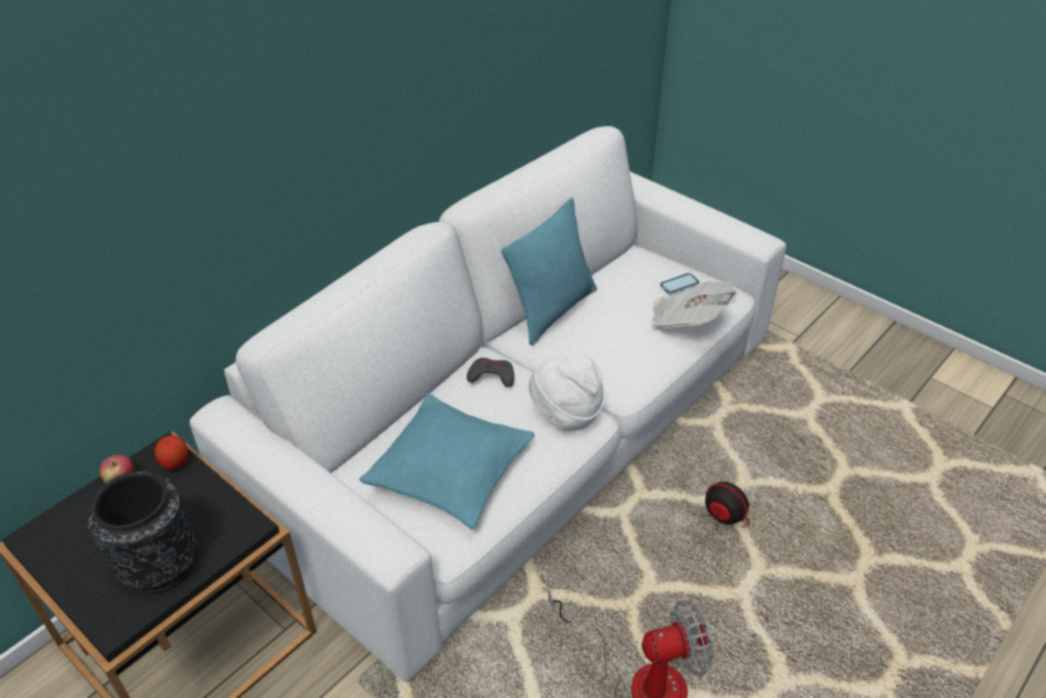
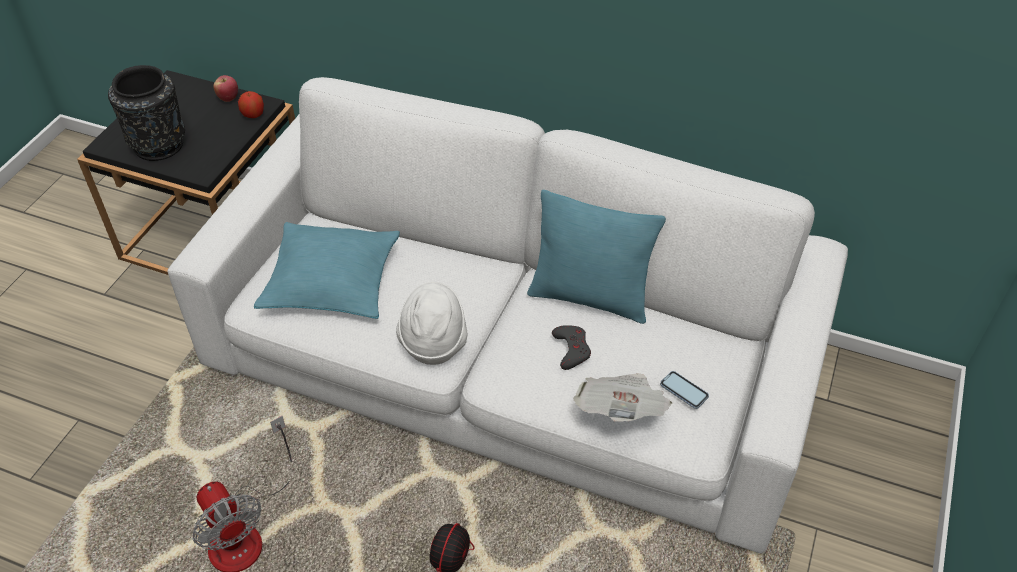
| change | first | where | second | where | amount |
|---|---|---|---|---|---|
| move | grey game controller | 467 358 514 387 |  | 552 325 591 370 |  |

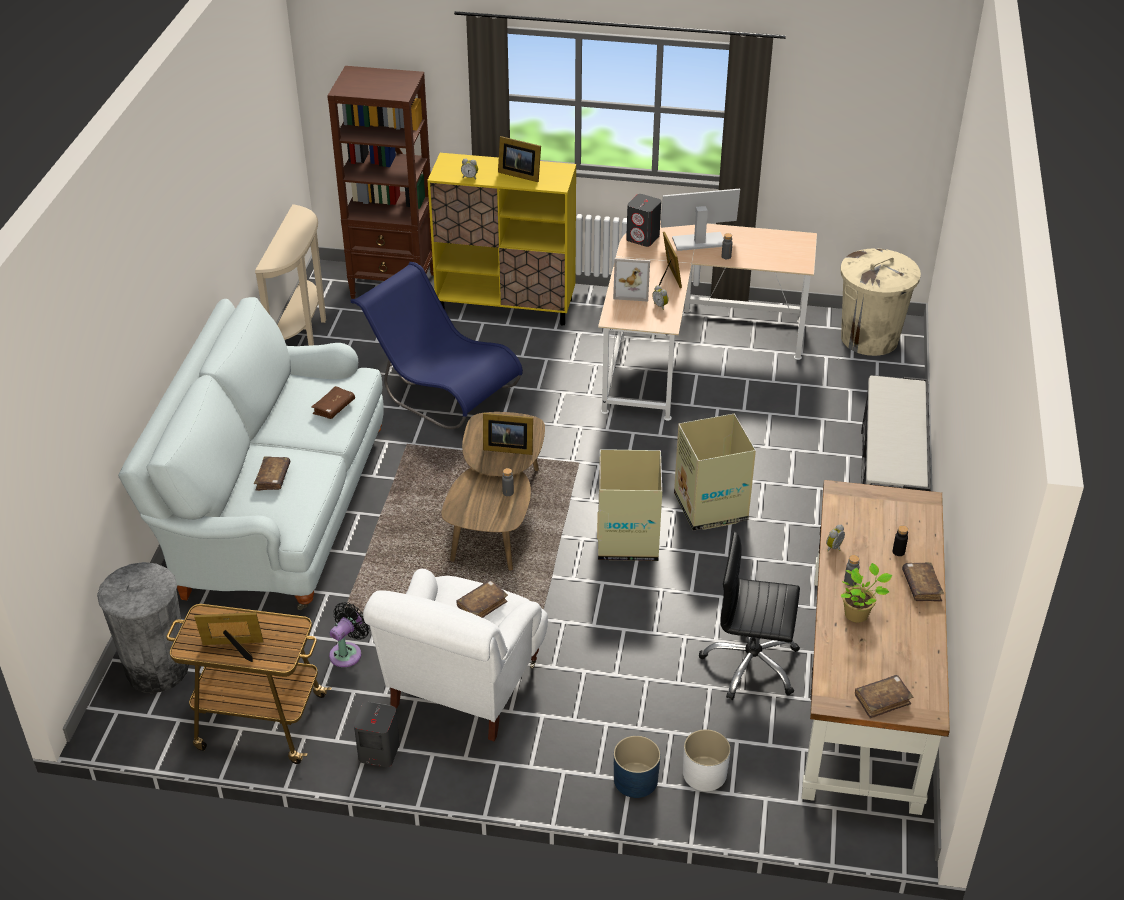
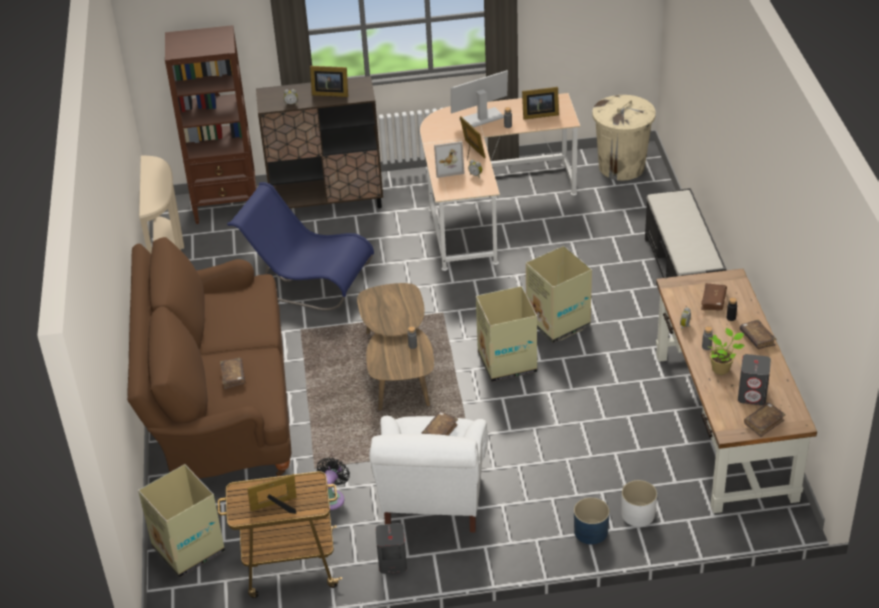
| change | first | where | second | where | amount |
|---|---|---|---|---|---|
| delete | black office chair | 699 532 800 700 |  |  |  |
| move | brown book | 311 386 355 419 |  | 701 283 727 310 |  |
| move | picture frame | 483 413 533 455 |  | 522 87 559 120 |  |
| move | grey speaker | 626 194 661 247 |  | 738 354 771 405 |  |
| replace | grey trash can | 97 562 189 693 | cardboard box | 138 464 225 578 |  |
| recolor | white sofa | 118 297 384 610 | brown sofa | 127 237 291 479 |  |
| recolor | yellow cabinet | 427 153 576 326 | brown cabinet | 256 76 383 209 |  |

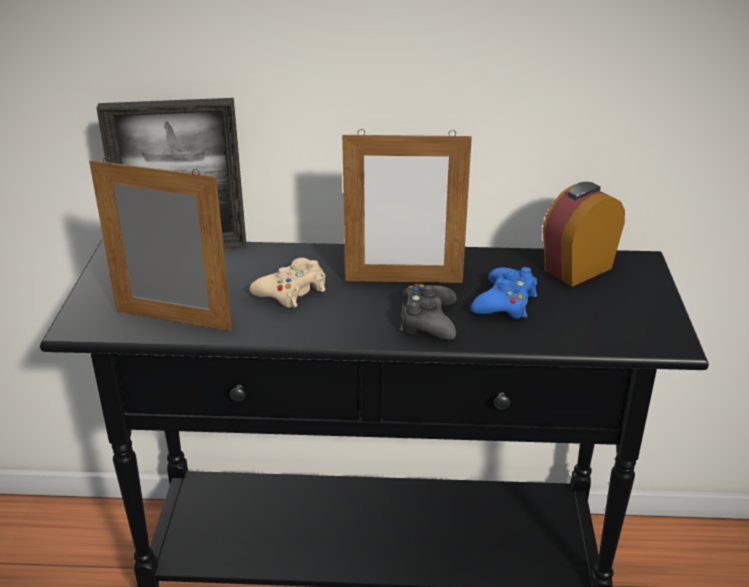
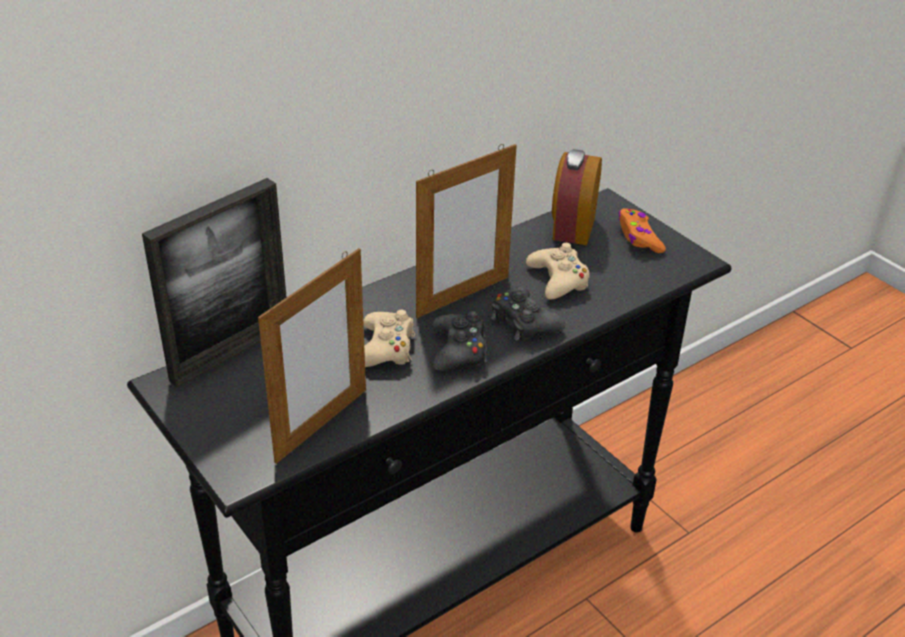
| change | first | where | second | where | amount |
|---|---|---|---|---|---|
| insert |  |  | black game controller | 432 311 488 371 |  |
| insert |  |  | orange game controller | 618 208 666 253 |  |
| recolor | blue game controller | 471 267 537 319 | beige game controller | 526 243 589 299 |  |
| rotate | picture frame | 89 158 232 331 |  | 258 248 366 464 | 150 degrees clockwise |

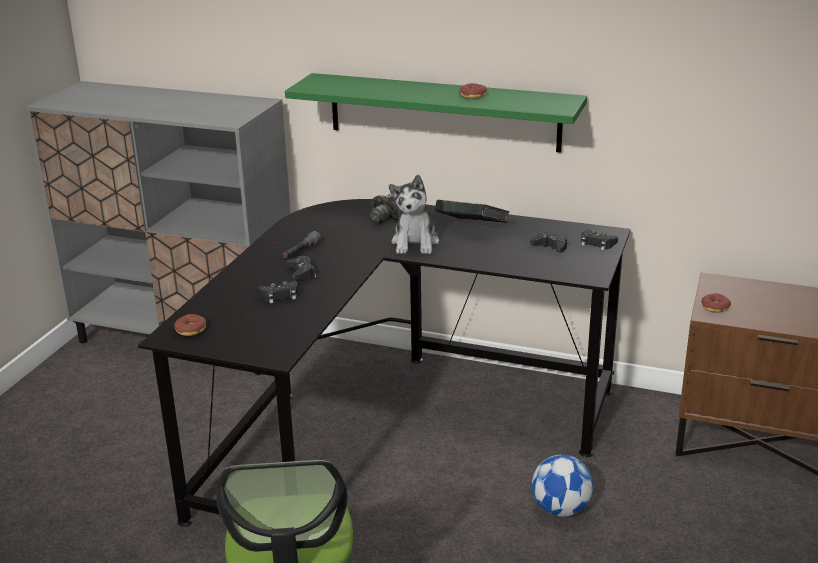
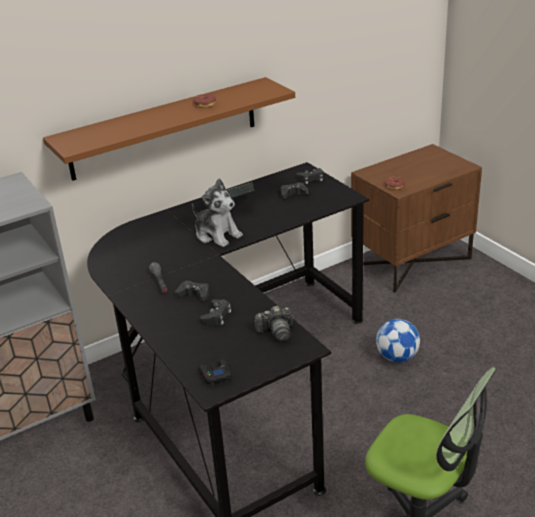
| change | first | where | second | where | amount |
|---|---|---|---|---|---|
| move | photo camera | 370 194 403 224 |  | 254 306 293 342 |  |
| replace | donut | 174 314 206 336 | black game controller | 199 359 232 384 |  |
| recolor | green shelf | 285 73 587 152 | brown shelf | 43 77 295 181 |  |

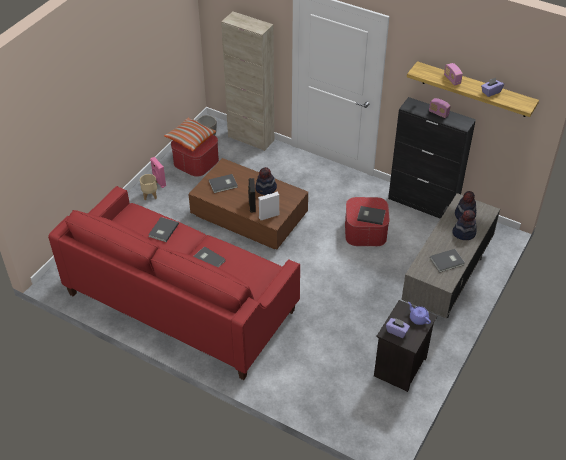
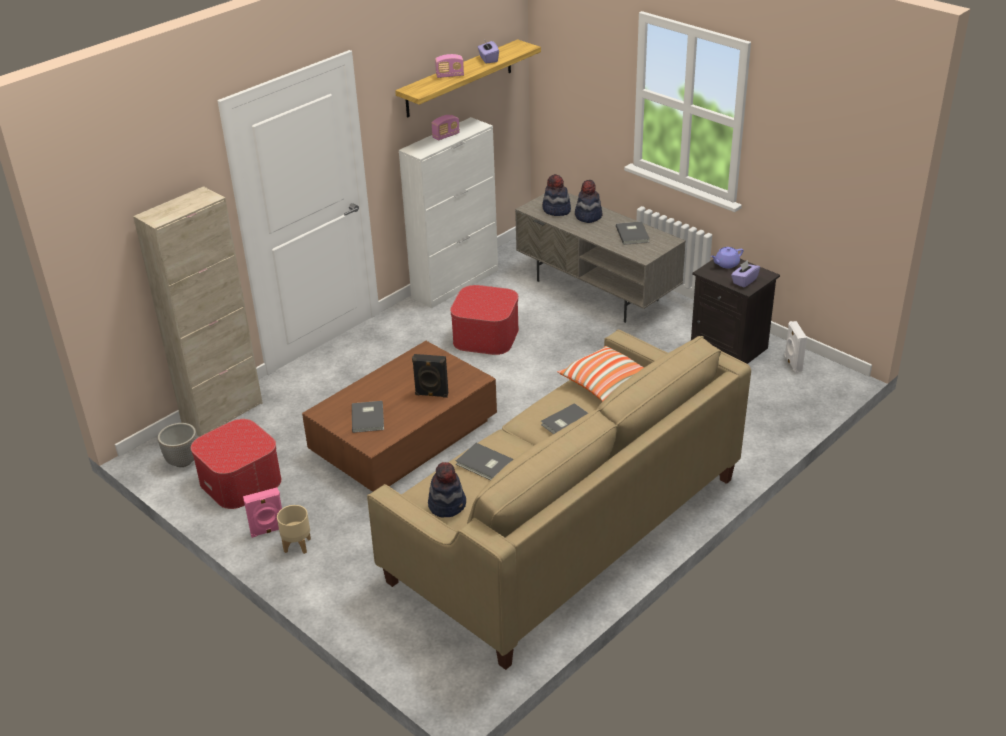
| change | first | where | second | where | amount |
|---|---|---|---|---|---|
| delete | grey book | 357 206 386 225 |  |  |  |
| move | pillow | 164 117 216 152 |  | 558 346 644 402 |  |
| move | hat | 255 167 277 195 |  | 428 462 466 517 |  |
| move | white speaker | 258 191 279 220 |  | 784 321 807 373 |  |
| recolor | red sofa | 48 186 300 380 | beige sofa | 367 330 751 670 |  |
| recolor | black cabinet | 388 97 476 219 | white cabinet | 399 117 498 308 |  |

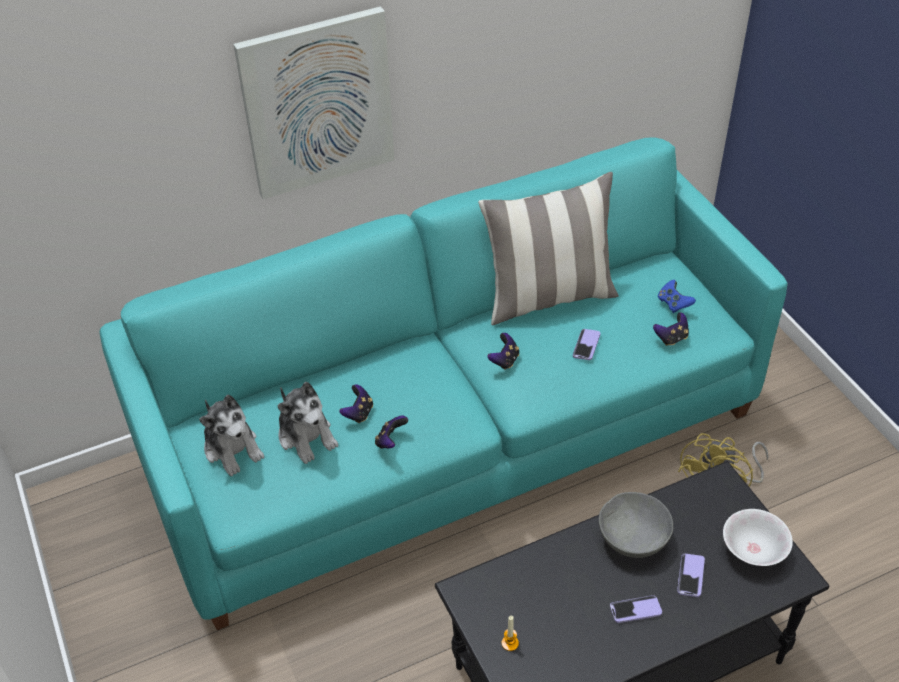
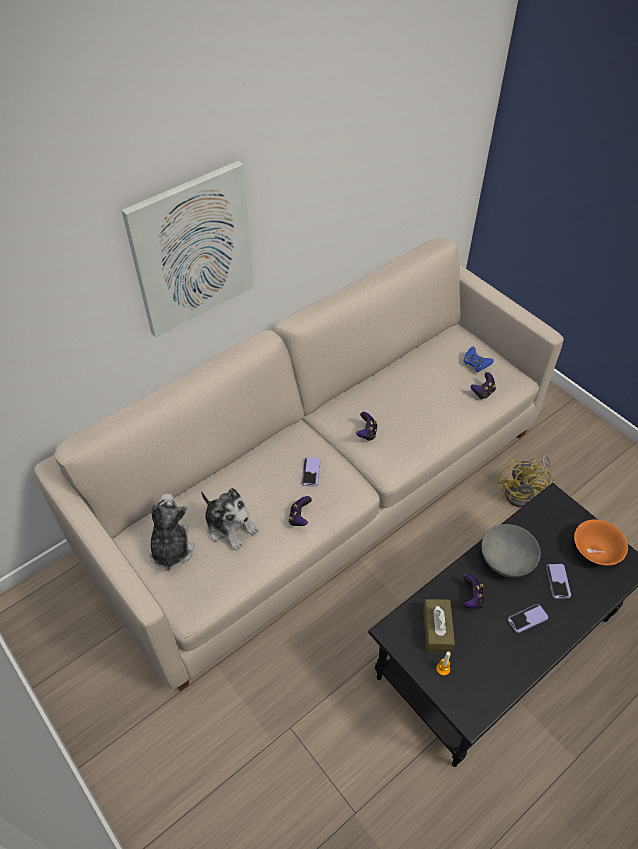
| change | first | where | second | where | amount |
|---|---|---|---|---|---|
| delete | pillow | 478 172 619 326 |  |  |  |
| insert |  |  | brown tissue box | 423 599 455 653 |  |
| move | game controller | 339 384 373 423 |  | 463 574 484 609 |  |
| move | phone | 573 329 601 360 |  | 301 458 321 486 |  |
| recolor | turquoise sofa | 99 137 788 630 | beige sofa | 33 238 564 691 |  |
| recolor | white bowl | 723 509 793 566 | orange bowl | 574 519 628 565 |  |
| rotate | plush toy | 199 394 264 476 |  | 149 493 194 572 | 135 degrees counterclockwise |

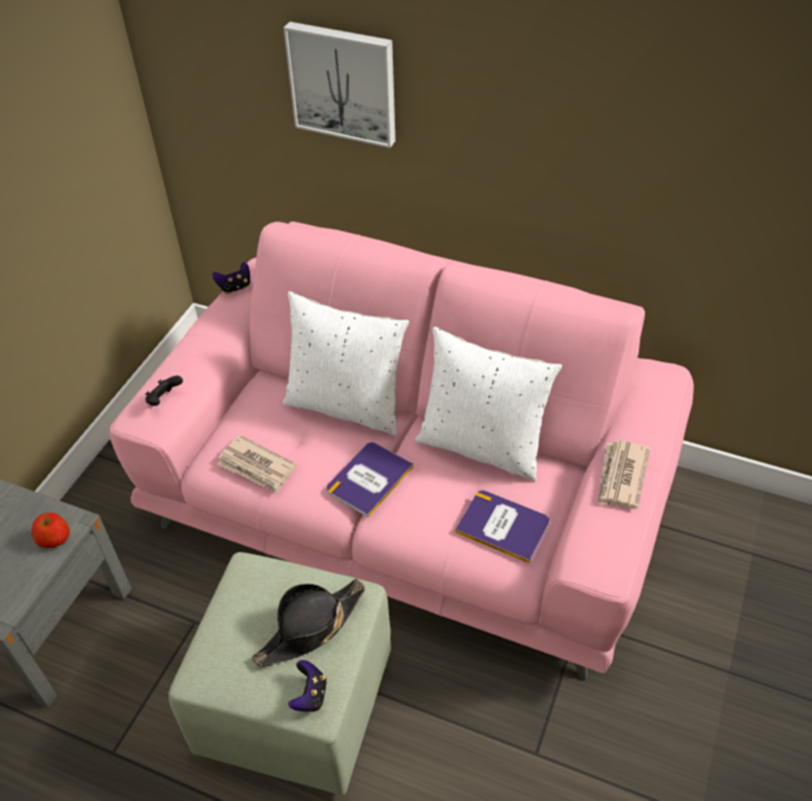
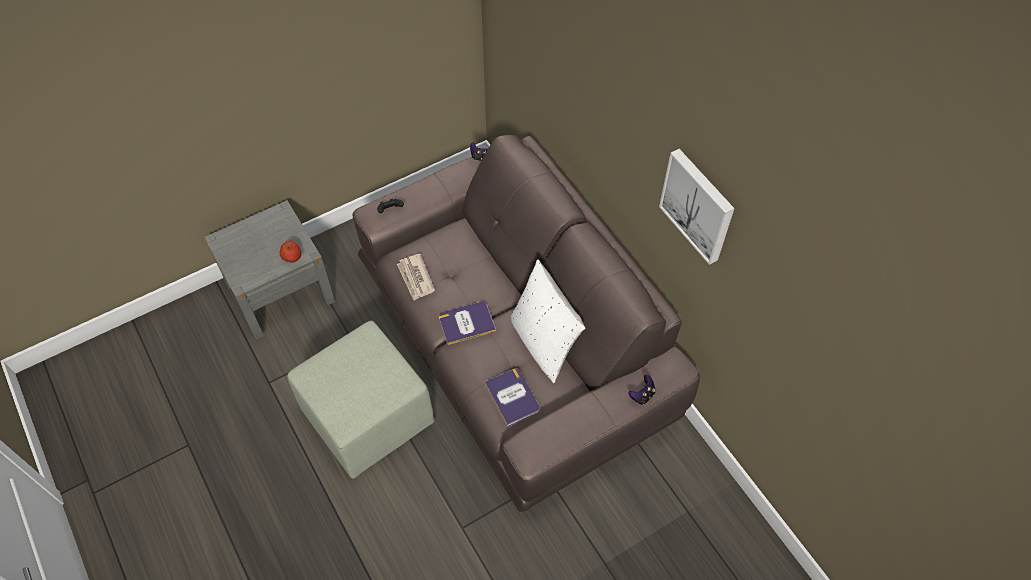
| change | first | where | second | where | amount |
|---|---|---|---|---|---|
| delete | black hat | 252 578 365 667 |  |  |  |
| delete | white pillow | 282 291 409 436 |  |  |  |
| delete | newspaper | 597 440 650 509 |  |  |  |
| move | picture | 283 22 395 148 |  | 659 149 735 265 |  |
| move | game controller | 288 660 327 712 |  | 628 375 656 405 |  |
| recolor | pink sofa | 110 221 694 681 | brown sofa | 352 135 700 512 |  |

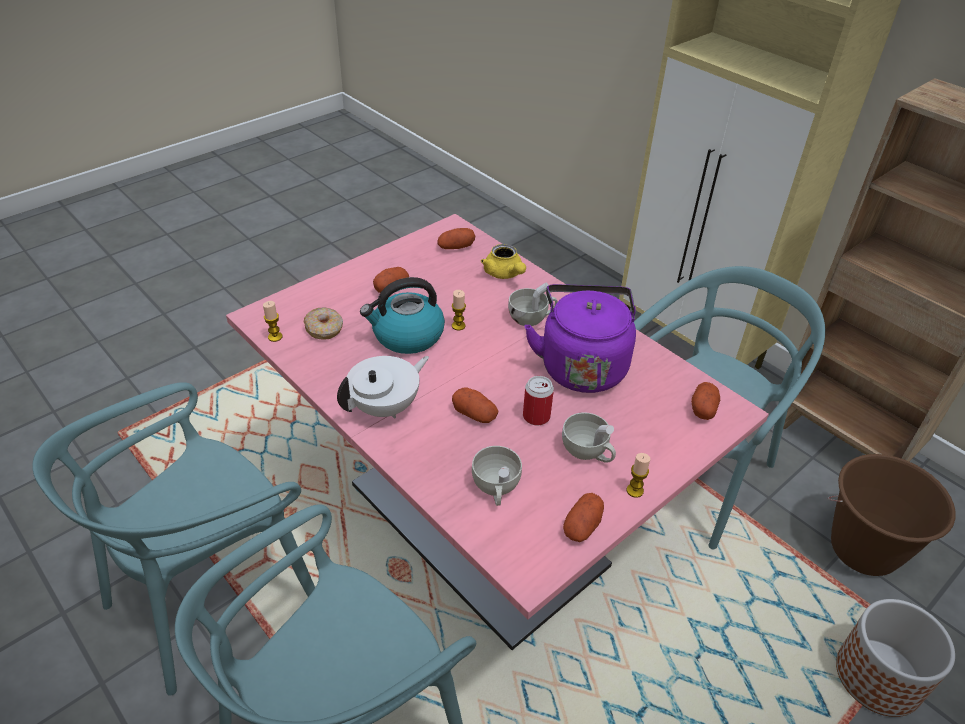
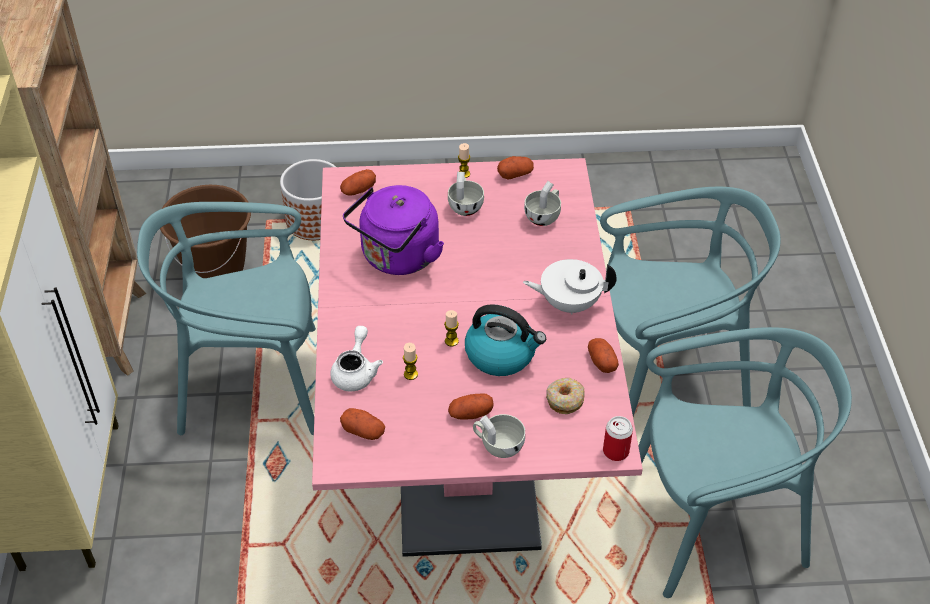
| change | first | where | second | where | amount |
|---|---|---|---|---|---|
| move | candle | 263 301 282 342 |  | 403 343 418 380 |  |
| move | potato | 452 387 498 423 |  | 588 338 619 373 |  |
| move | white cup | 508 282 558 326 |  | 473 414 525 458 |  |
| move | can | 523 376 554 425 |  | 603 416 633 461 |  |
| recolor | yellow teapot | 481 244 526 279 | white teapot | 330 326 383 391 |  |

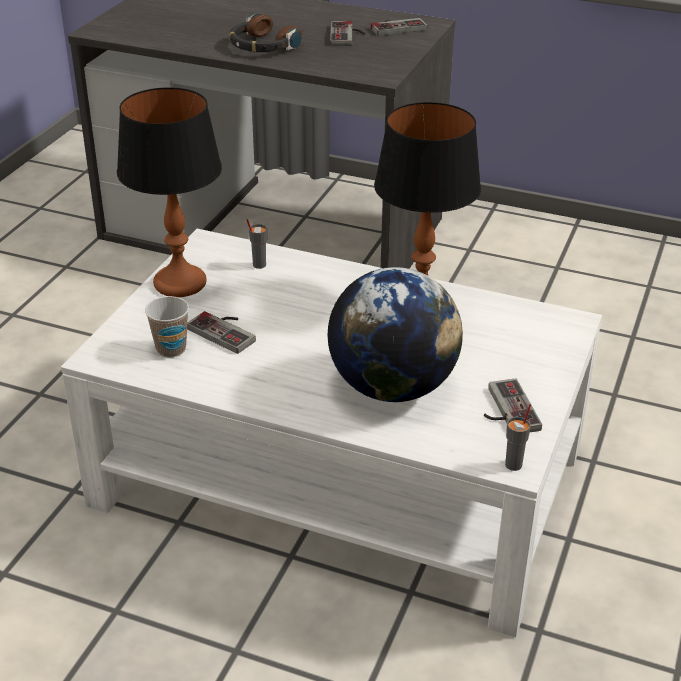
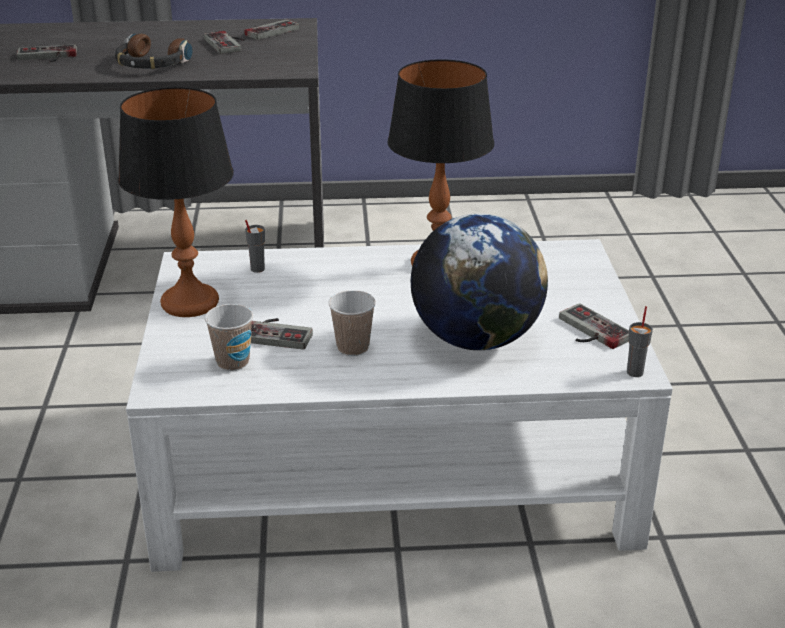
| change | first | where | second | where | amount |
|---|---|---|---|---|---|
| insert |  |  | game controller | 17 44 77 62 |  |
| insert |  |  | cup | 328 290 376 356 |  |

